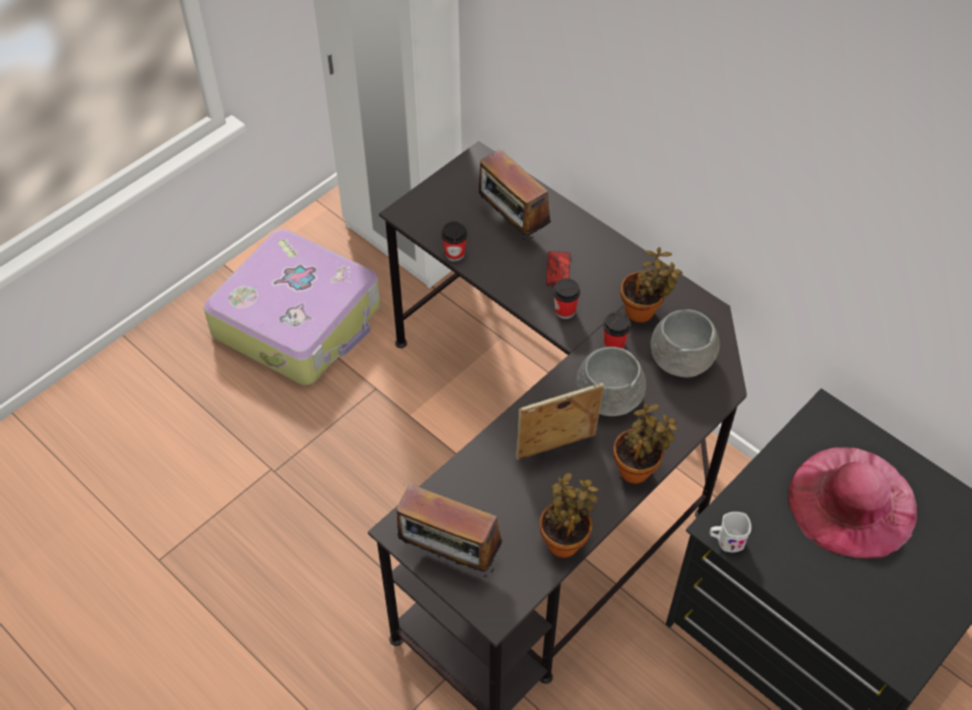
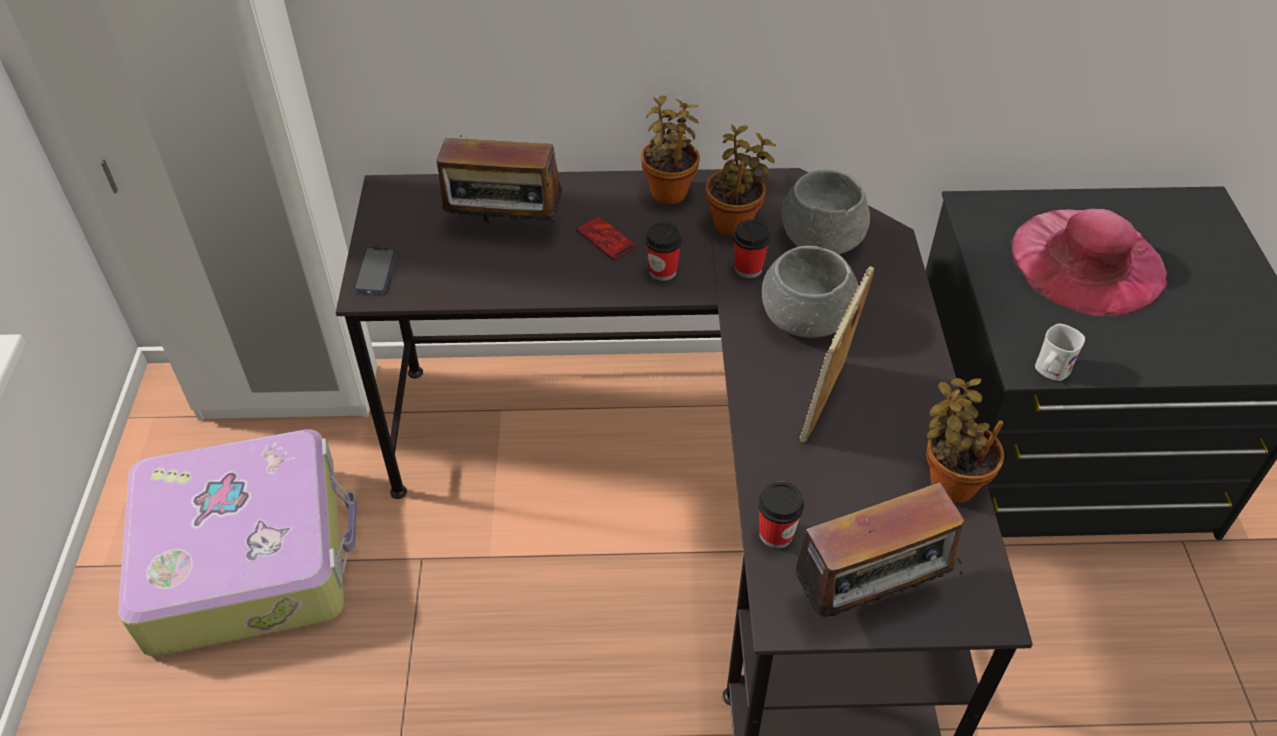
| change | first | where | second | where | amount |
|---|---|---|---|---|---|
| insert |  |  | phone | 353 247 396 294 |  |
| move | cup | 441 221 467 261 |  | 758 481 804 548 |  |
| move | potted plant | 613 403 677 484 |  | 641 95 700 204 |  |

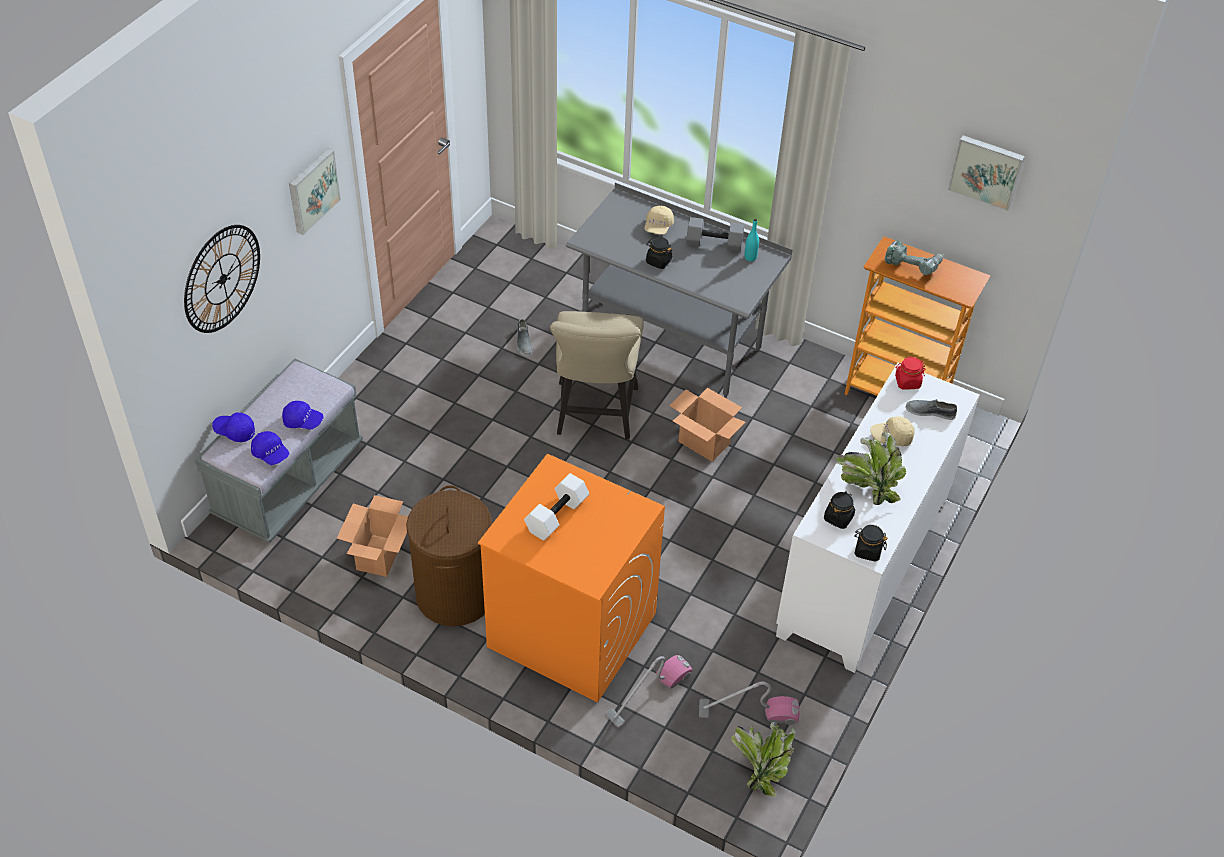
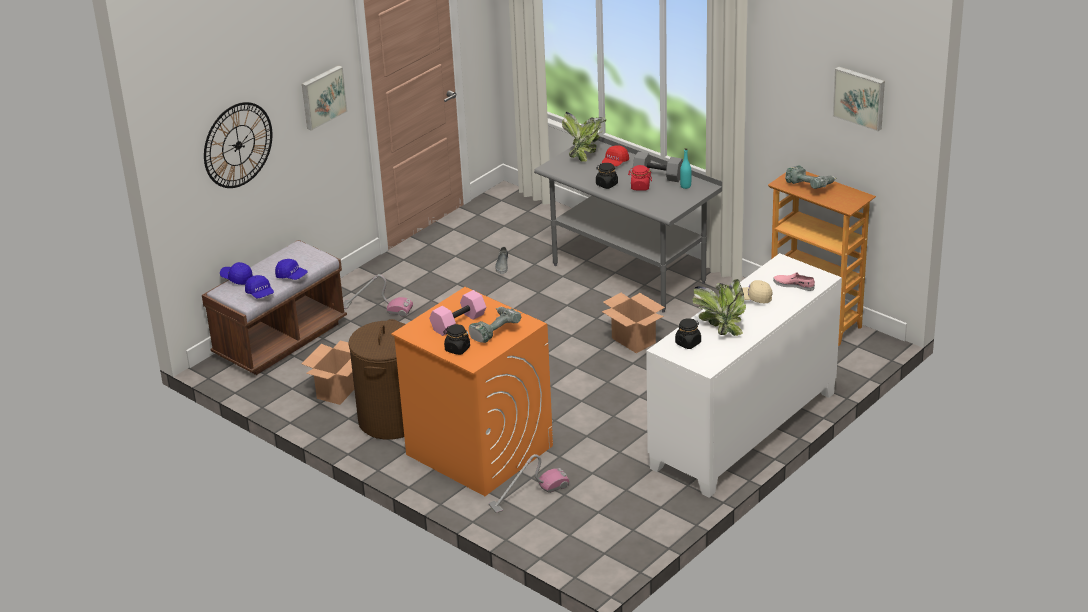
| change | first | where | second | where | amount |
|---|---|---|---|---|---|
| delete | beige chair | 550 311 643 440 |  |  |  |
| insert |  |  | power drill | 466 306 521 343 |  |
| move | vacuum cleaner | 699 681 799 725 |  | 343 274 413 317 |  |
| move | potted plant | 731 722 796 797 |  | 562 112 606 162 |  |
| move | black jar | 854 525 887 562 |  | 443 324 470 355 |  |
| move | red jar | 895 357 926 389 |  | 628 165 652 191 |  |
| recolor | grey bench | 195 358 363 543 | brown bench | 202 240 347 375 |  |
| recolor | white dumbbell | 524 473 589 540 | pink dumbbell | 429 290 486 336 |  |
| recolor | beige cap | 644 206 674 235 | red cap | 602 145 629 166 |  |
| recolor | grey shoe | 906 399 957 420 | pink shoe | 773 272 815 291 |  |

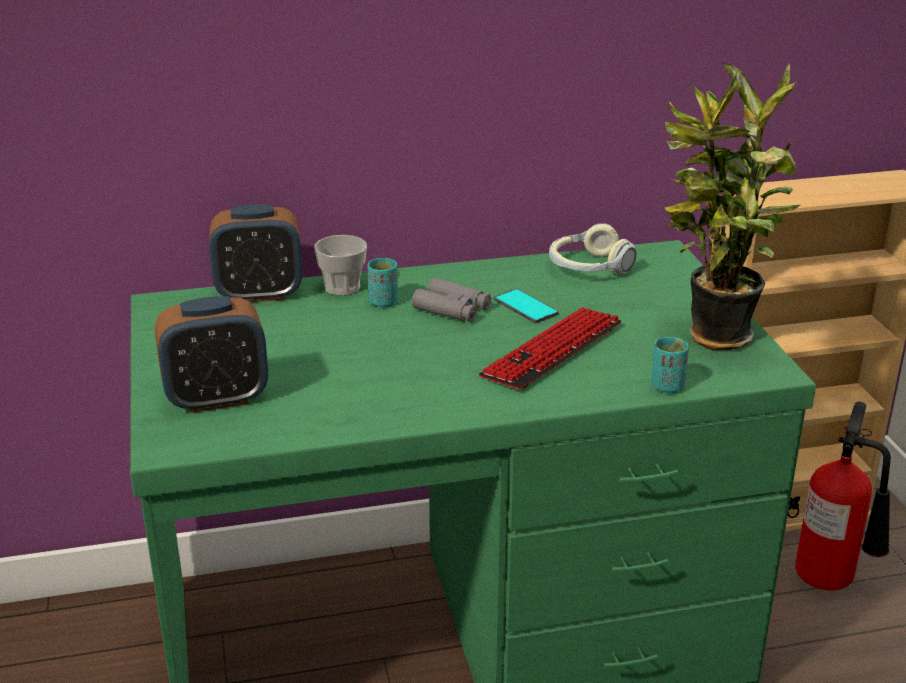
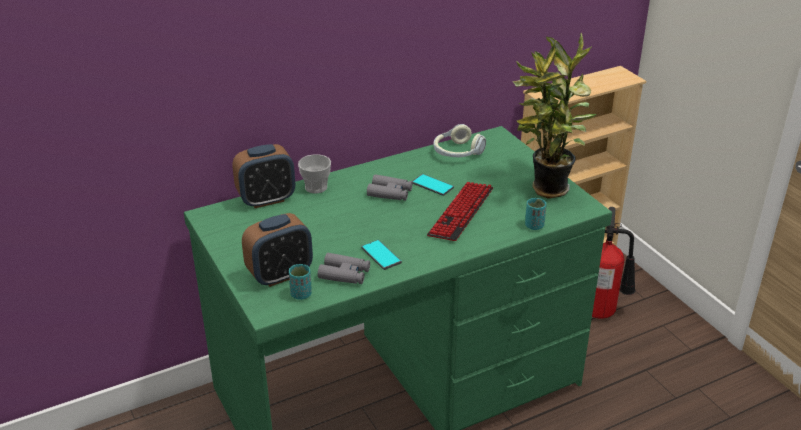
| change | first | where | second | where | amount |
|---|---|---|---|---|---|
| insert |  |  | grey binoculars | 318 253 370 284 |  |
| insert |  |  | phone | 361 240 402 270 |  |
| move | turquoise cup | 367 258 398 307 |  | 289 264 312 300 |  |

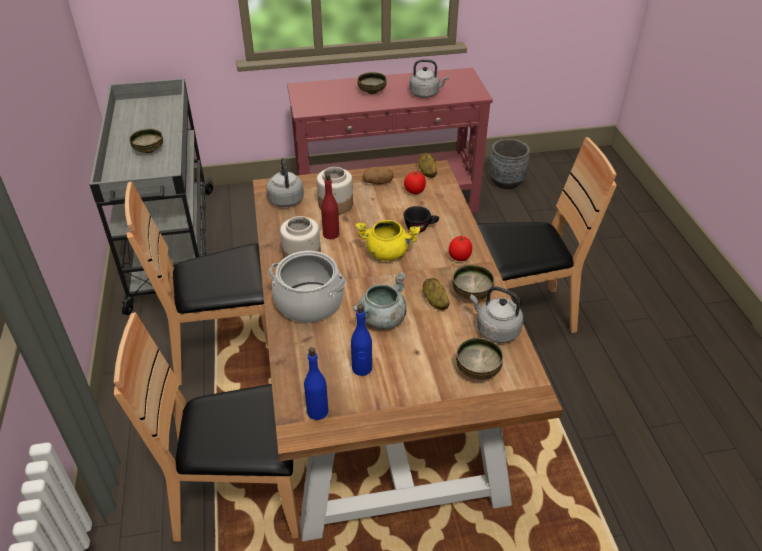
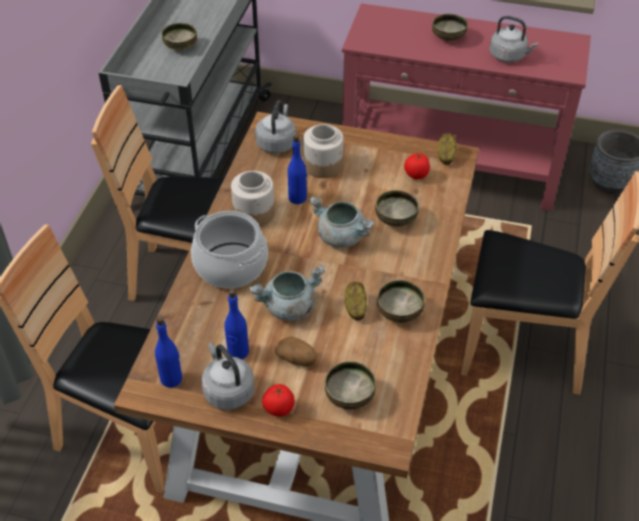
| change | first | where | second | where | amount |
|---|---|---|---|---|---|
| move | potato | 363 167 394 184 |  | 275 337 317 367 |  |
| move | tomato | 449 236 472 261 |  | 262 384 295 417 |  |
| move | grey kettle | 470 286 523 343 |  | 201 342 255 410 |  |
| replace | black cup | 403 206 439 233 | bowl | 375 190 419 226 |  |
| recolor | red bottle | 321 173 339 239 | blue bottle | 288 135 307 204 |  |
| recolor | yellow cooking pot | 355 220 420 261 | grey cooking pot | 309 197 375 248 |  |

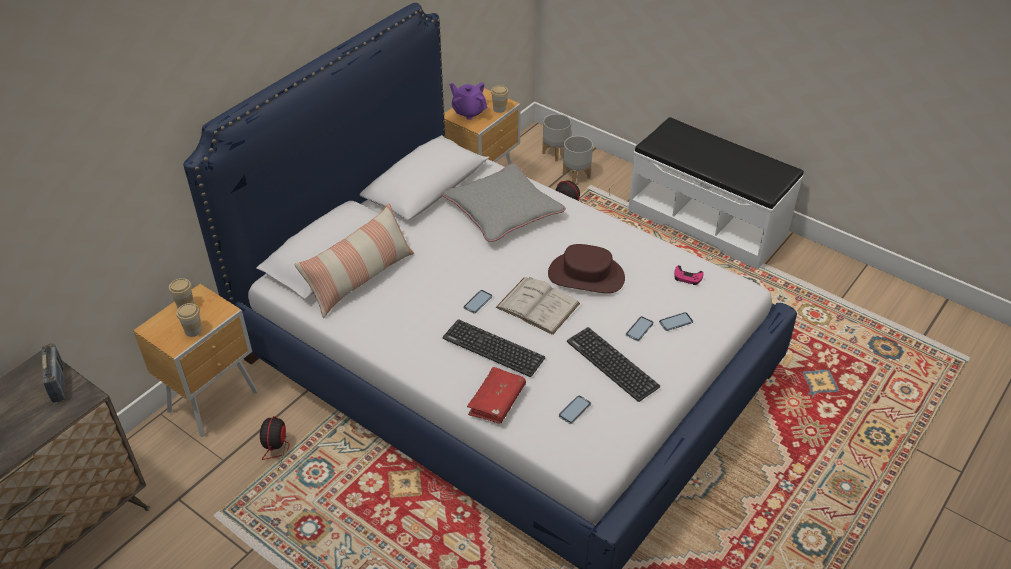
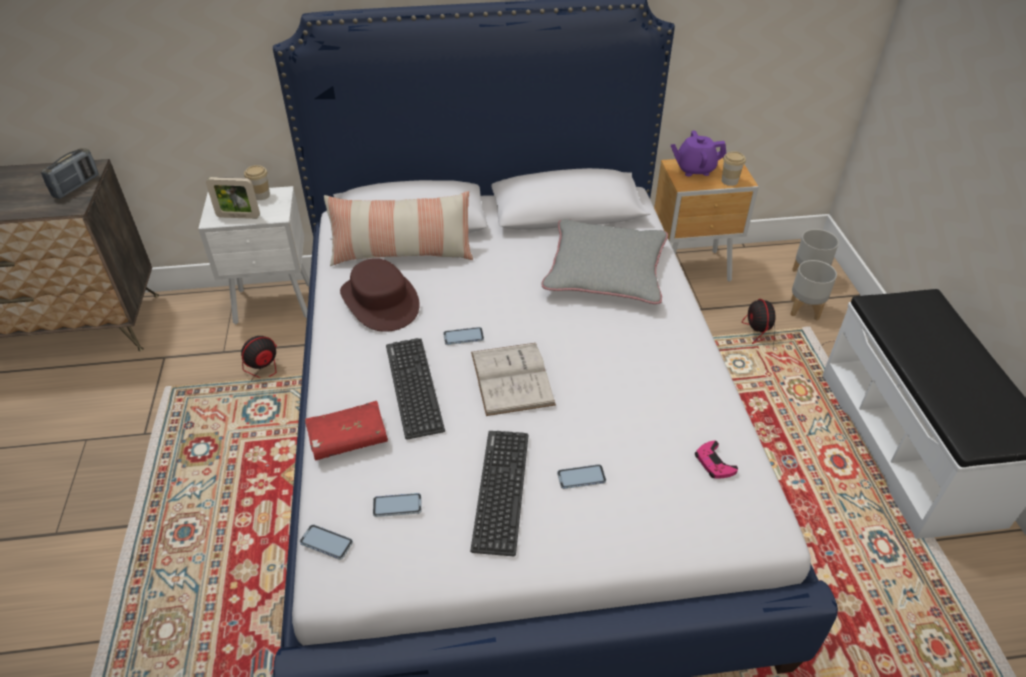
| change | first | where | second | where | amount |
|---|---|---|---|---|---|
| move | brown hat | 548 244 625 293 |  | 340 258 420 332 |  |
| move | phone | 659 312 693 331 |  | 300 524 353 560 |  |
| replace | cup | 176 303 202 337 | picture frame | 206 177 260 219 |  |
| recolor | brown nightstand | 133 284 258 437 | white nightstand | 198 186 310 324 |  |
| rotate | purple teapot | 450 82 487 120 |  | 670 131 726 176 | 90 degrees counterclockwise |

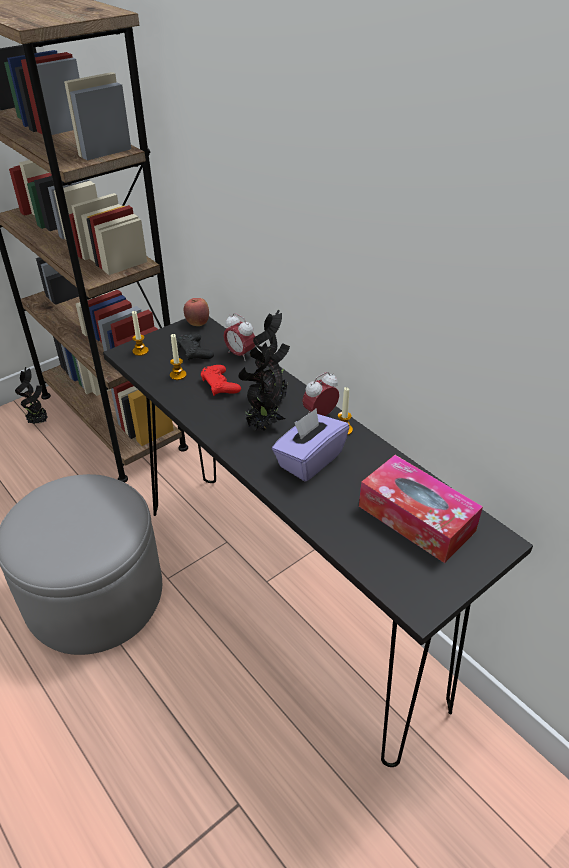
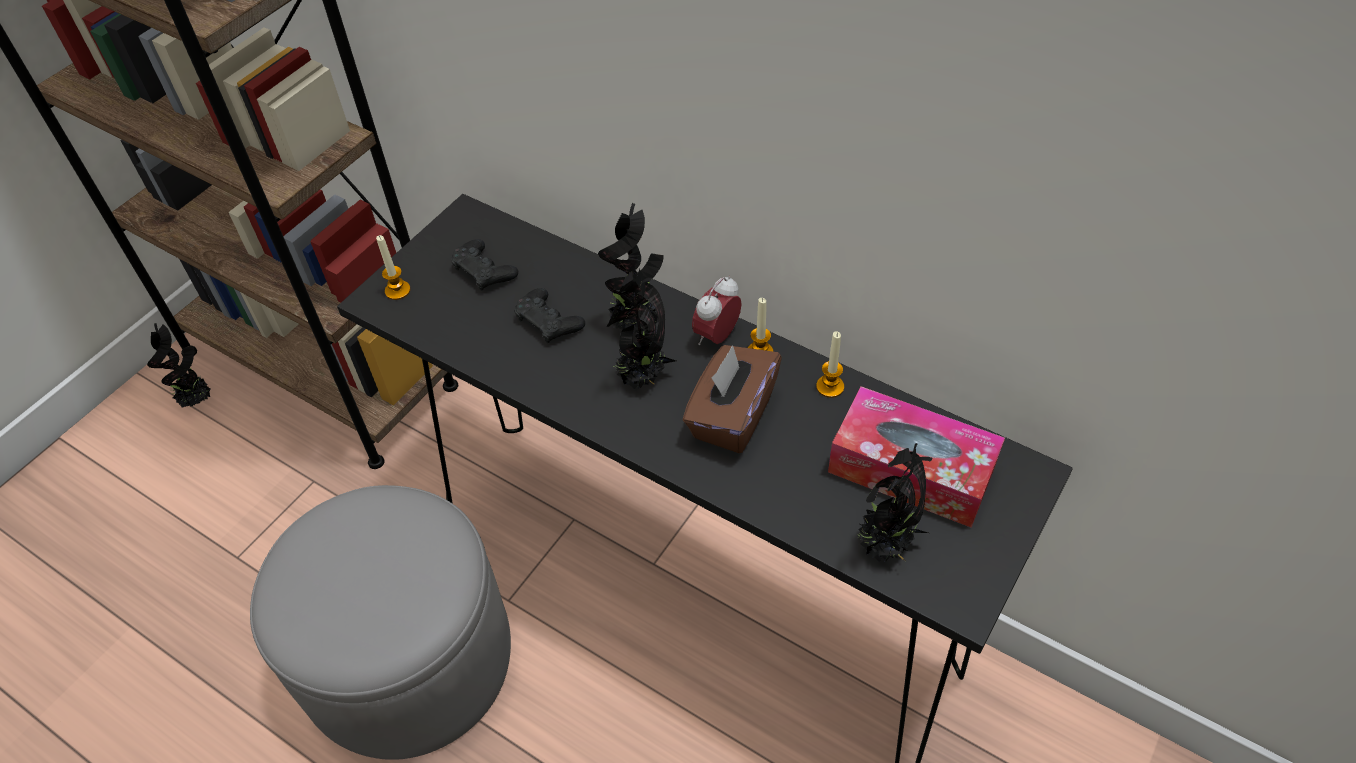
| change | first | where | second | where | amount |
|---|---|---|---|---|---|
| delete | apple | 184 298 209 326 |  |  |  |
| delete | alarm clock | 224 313 255 361 |  |  |  |
| insert |  |  | potted plant | 856 443 933 561 |  |
| move | candle | 170 334 186 380 |  | 816 331 844 398 |  |
| recolor | red game controller | 201 365 241 396 | black game controller | 515 288 585 343 |  |
| recolor | purple tissue box | 272 409 349 482 | brown tissue box | 683 345 782 453 |  |

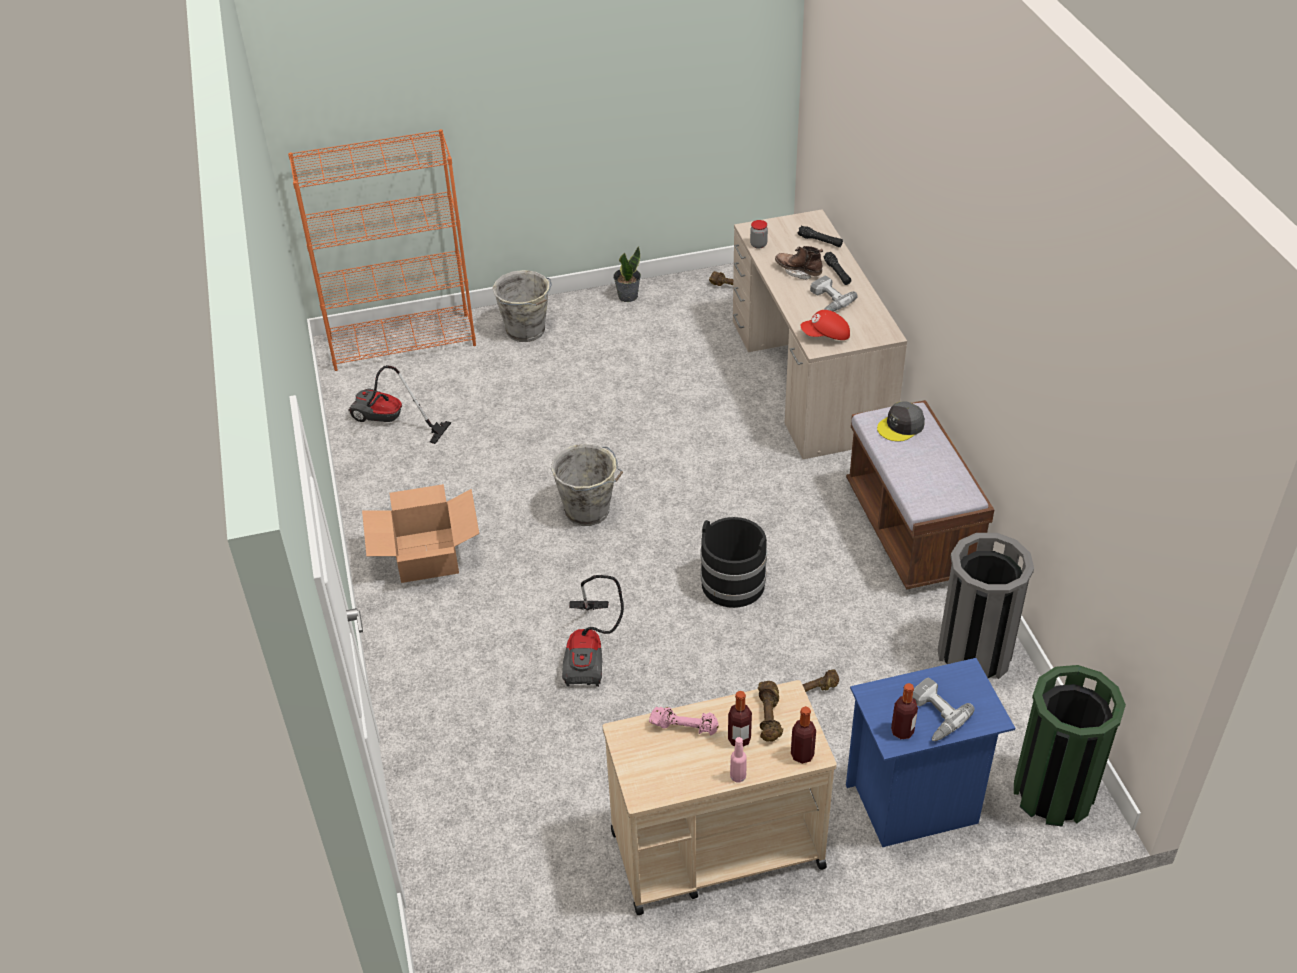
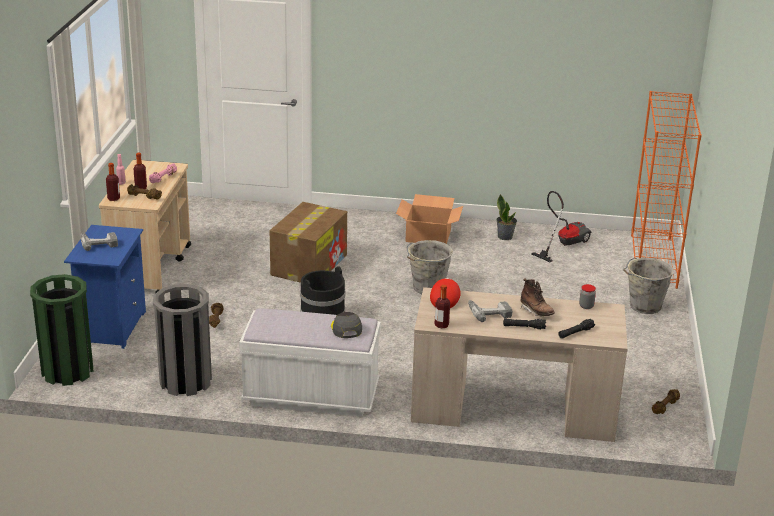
| change | first | where | second | where | amount |
|---|---|---|---|---|---|
| move | potted plant | 613 247 641 302 |  | 496 194 517 240 |  |
| move | bottle | 891 683 918 739 |  | 434 285 450 329 |  |
| replace | vacuum cleaner | 562 575 624 687 | cardboard box | 270 202 347 283 |  |
| recolor | brown bench | 846 400 994 590 | white bench | 239 308 381 417 |  |
| rotate | brown boot | 775 246 823 280 |  | 520 278 555 316 | 90 degrees clockwise |

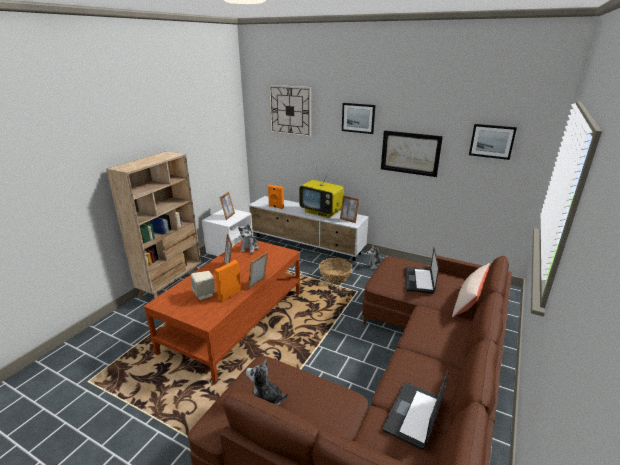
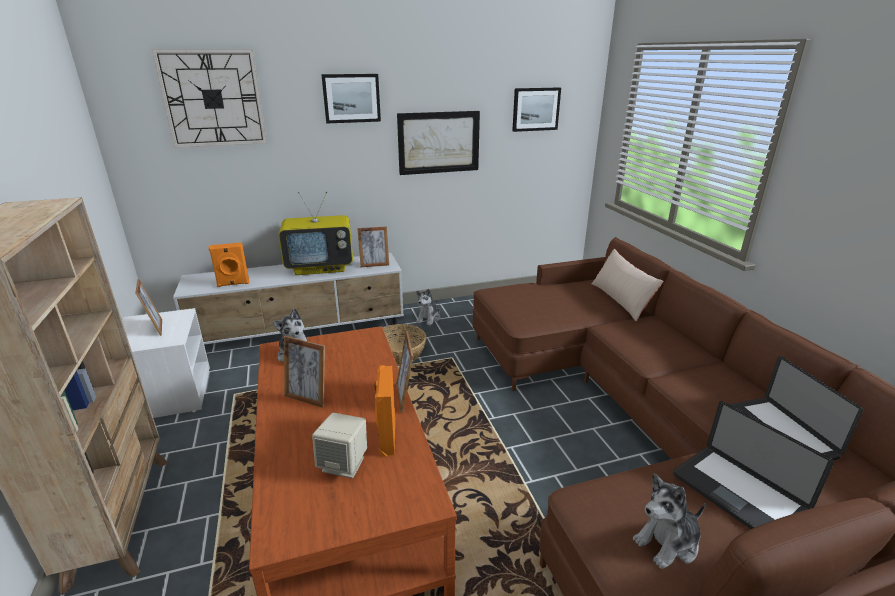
| change | first | where | second | where | amount |
|---|---|---|---|---|---|
| move | laptop | 405 248 439 294 |  | 673 401 834 529 |  |

